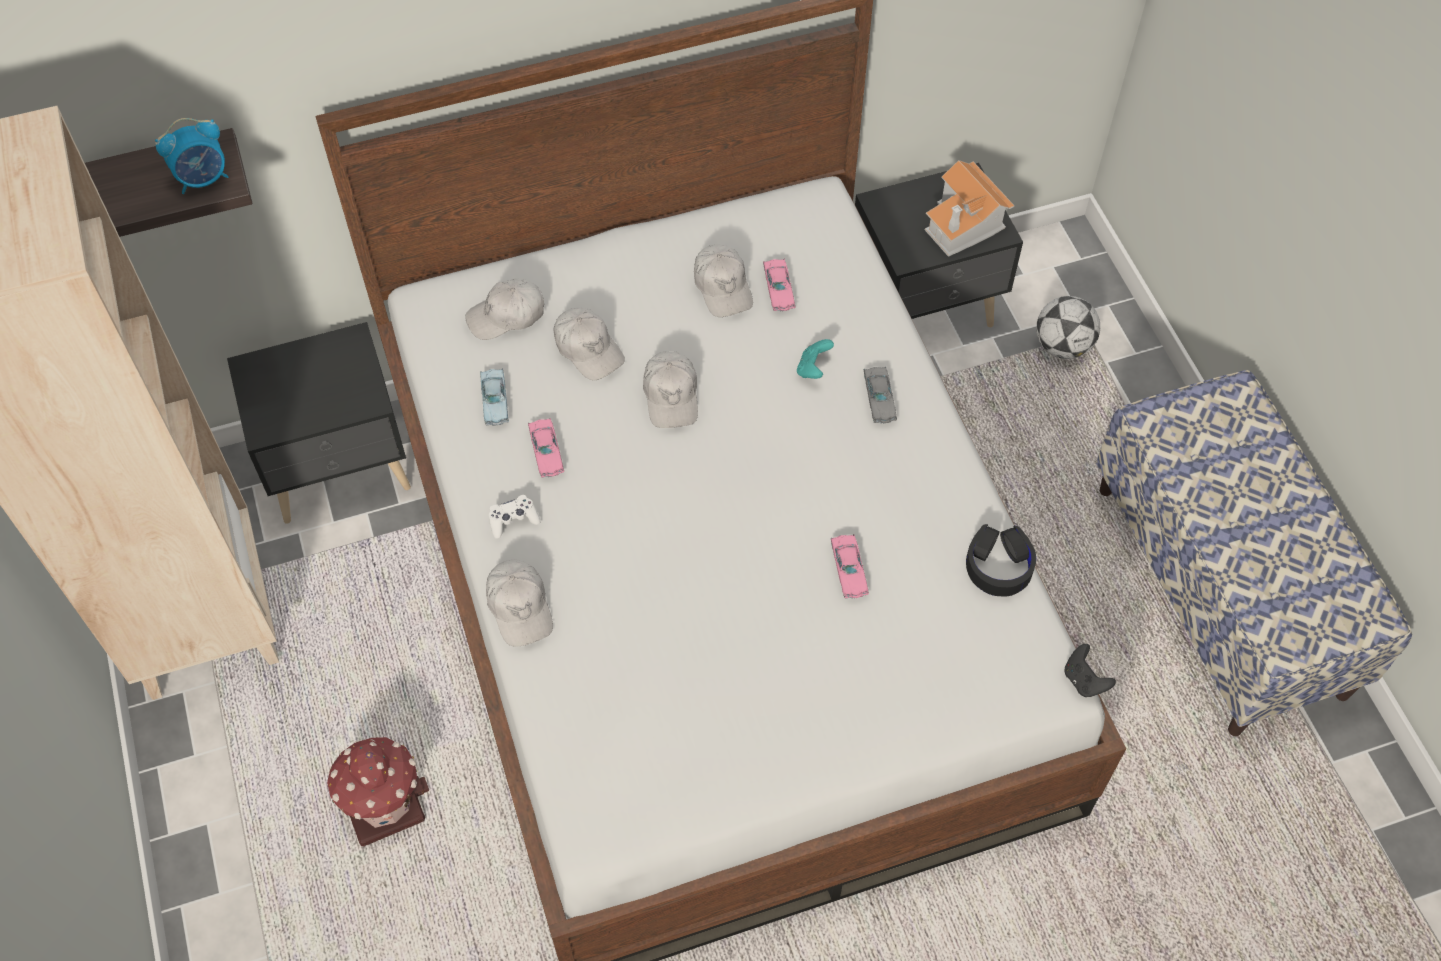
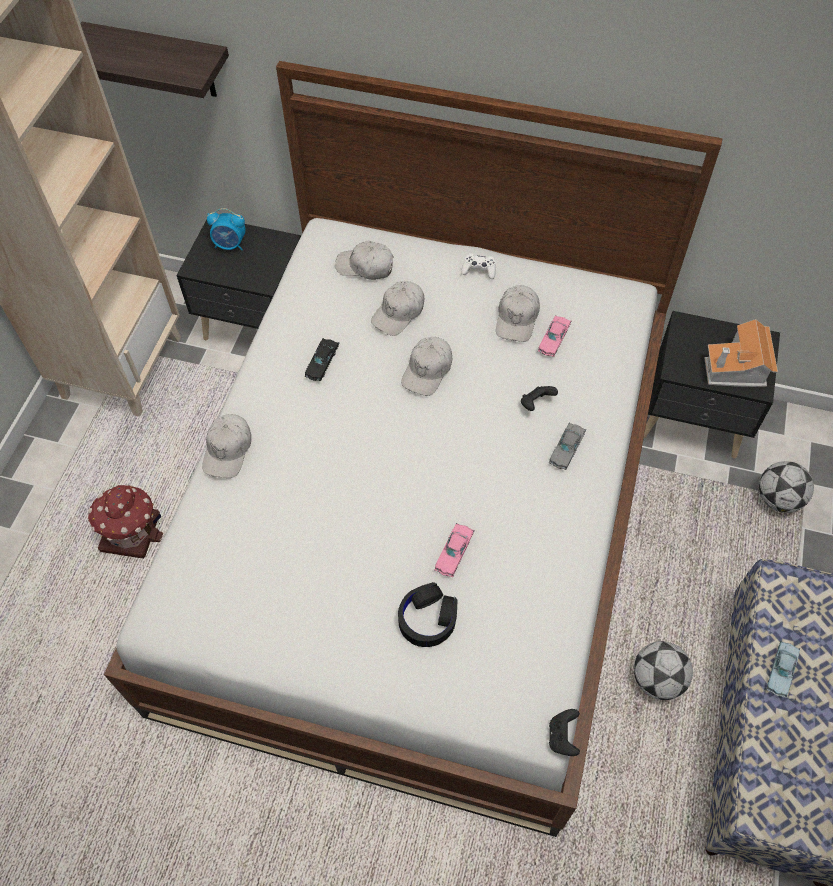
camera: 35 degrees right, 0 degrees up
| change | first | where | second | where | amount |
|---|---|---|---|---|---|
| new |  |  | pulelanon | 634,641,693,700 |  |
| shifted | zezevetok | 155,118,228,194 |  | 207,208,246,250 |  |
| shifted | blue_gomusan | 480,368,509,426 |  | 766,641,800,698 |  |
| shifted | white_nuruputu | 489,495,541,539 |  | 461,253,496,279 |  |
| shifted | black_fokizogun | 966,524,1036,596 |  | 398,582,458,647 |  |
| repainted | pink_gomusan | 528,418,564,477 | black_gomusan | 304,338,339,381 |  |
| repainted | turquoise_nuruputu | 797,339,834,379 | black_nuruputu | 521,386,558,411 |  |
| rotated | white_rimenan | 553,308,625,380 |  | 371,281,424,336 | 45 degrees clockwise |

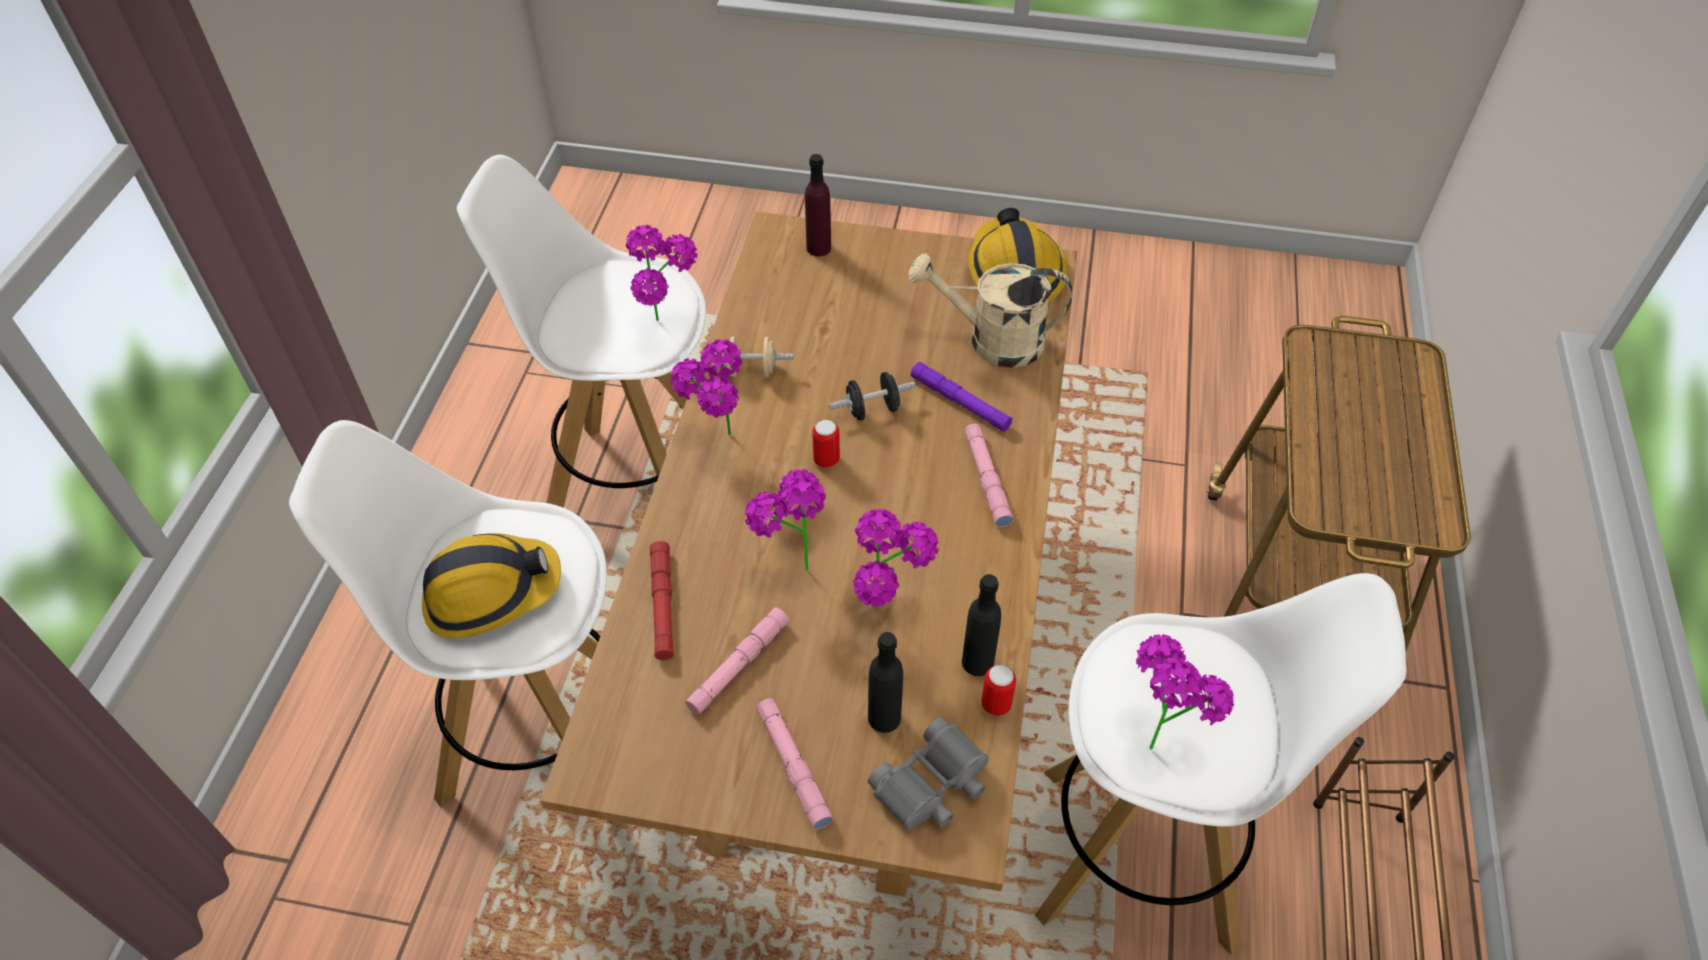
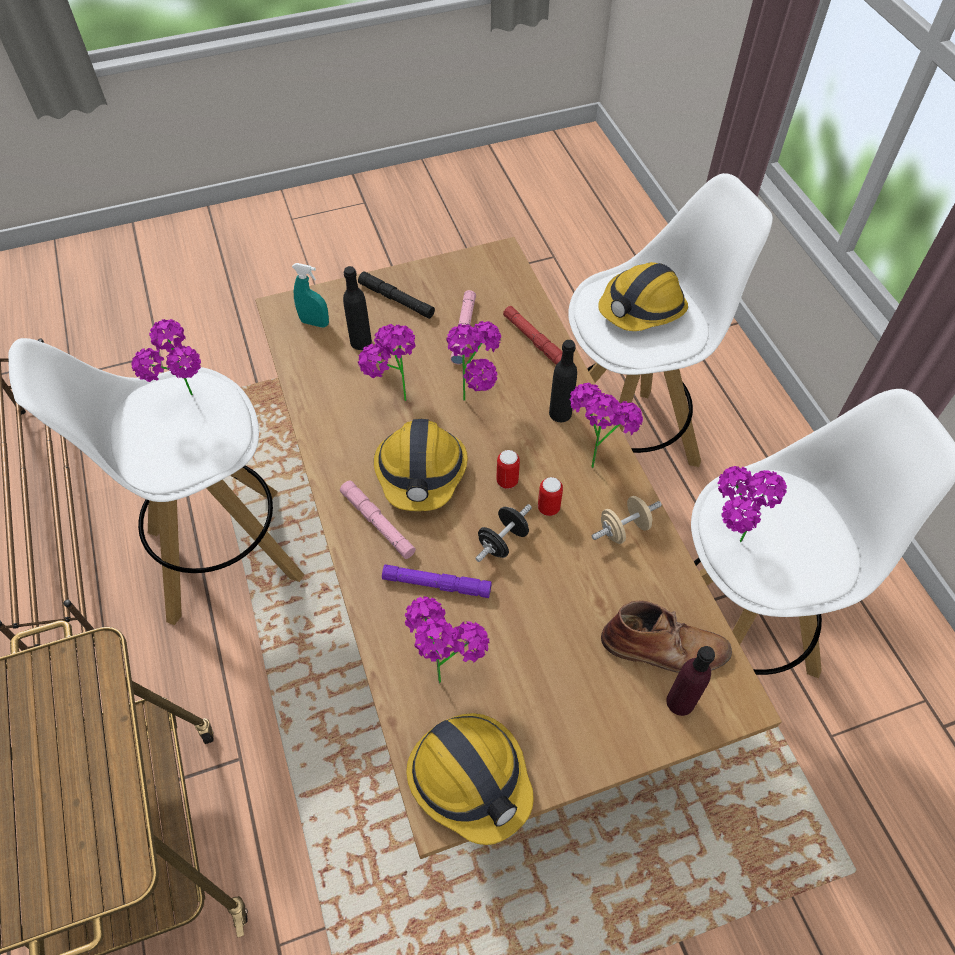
camera: 150 degrees right, 5 degrees up
| change | first | where | second | where | amount |
|---|---|---|---|---|---|
| new |  |  | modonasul | 374,419,468,511 |  |
| new |  |  | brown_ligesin | 601,601,732,673 |  |
| shifted | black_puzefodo | 962,574,1001,676 |  | 549,340,577,422 |  |
| shifted | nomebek | 981,665,1016,716 |  | 538,477,563,516 |  |
| swapped | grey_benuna | 868,717,989,830 | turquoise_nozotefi | 292,263,329,328 |  |
| swapped | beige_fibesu | 908,253,1072,368 | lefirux | 405,596,490,684 |  |
| repainted | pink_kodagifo | 757,698,833,830 | black_kodagifo | 358,271,435,319 |  |

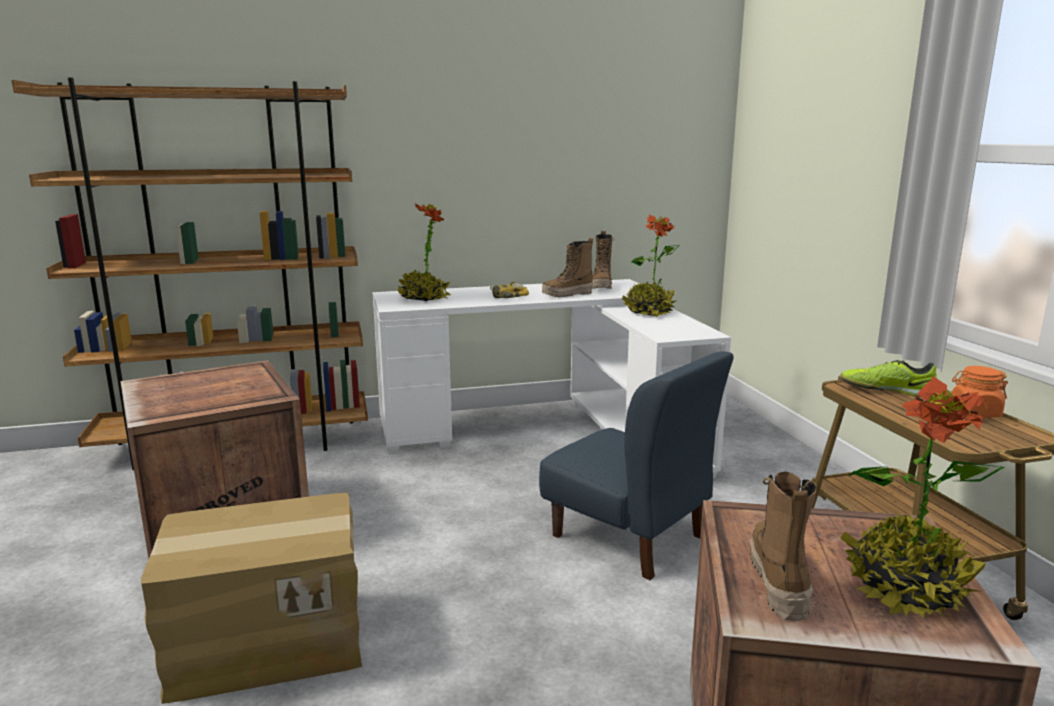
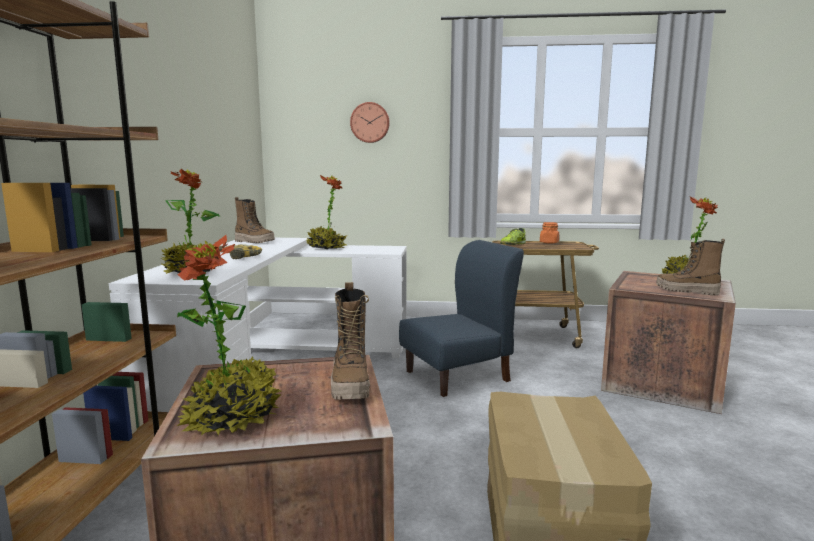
camera: 70 degrees left, 5 degrees down
| change | first | where | second | where | amount |
|---|---|---|---|---|---|
| new |  |  | lefirux | 177,235,281,436 |  |
| new |  |  | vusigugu | 350,102,390,143 |  |
| shifted | ligesin | 542,238,593,297 |  | 331,282,370,400 |  |

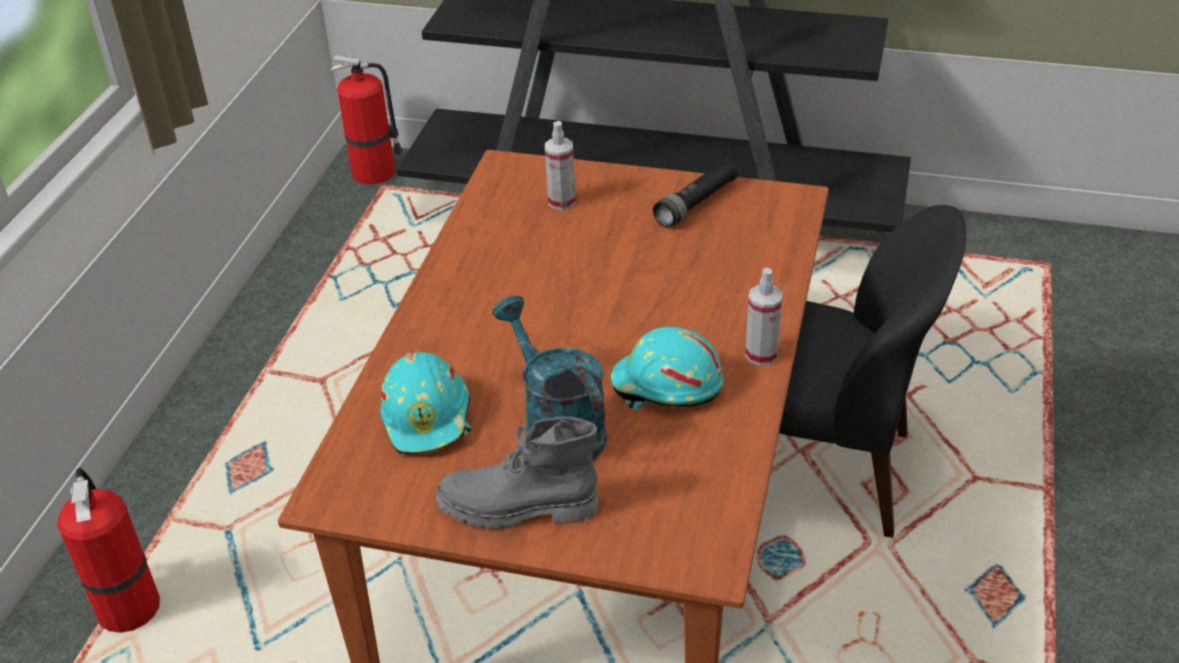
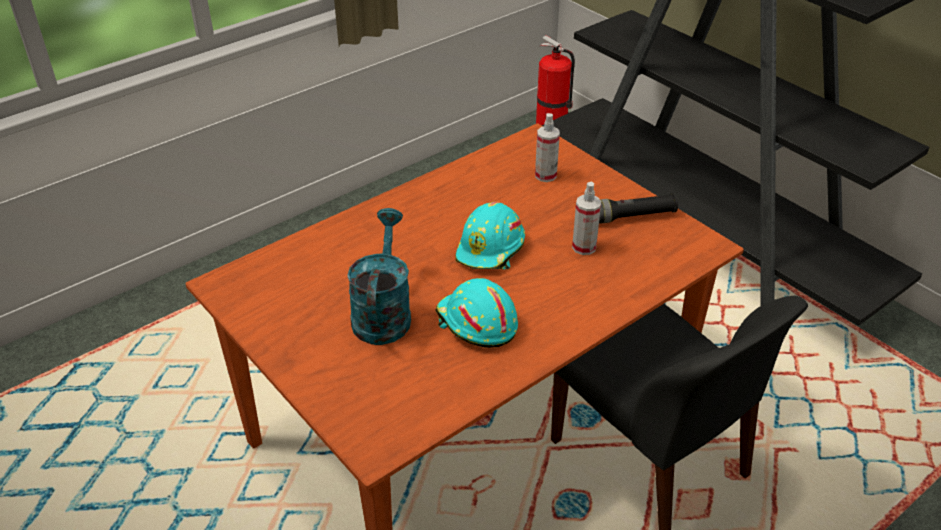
camera: 35 degrees right, 0 degrees up
| change | first | where | second | where | amount |
|---|---|---|---|---|---|
| gone | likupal | 57,468,160,633 |  |  |  |
| gone | grey_ligesin | 436,417,598,530 |  |  |  |
| shifted | turquoise_modonasul | 381,352,472,454 |  | 455,202,525,269 |  |
| shifted | nozotefi | 745,268,783,366 |  | 572,182,601,255 |  |

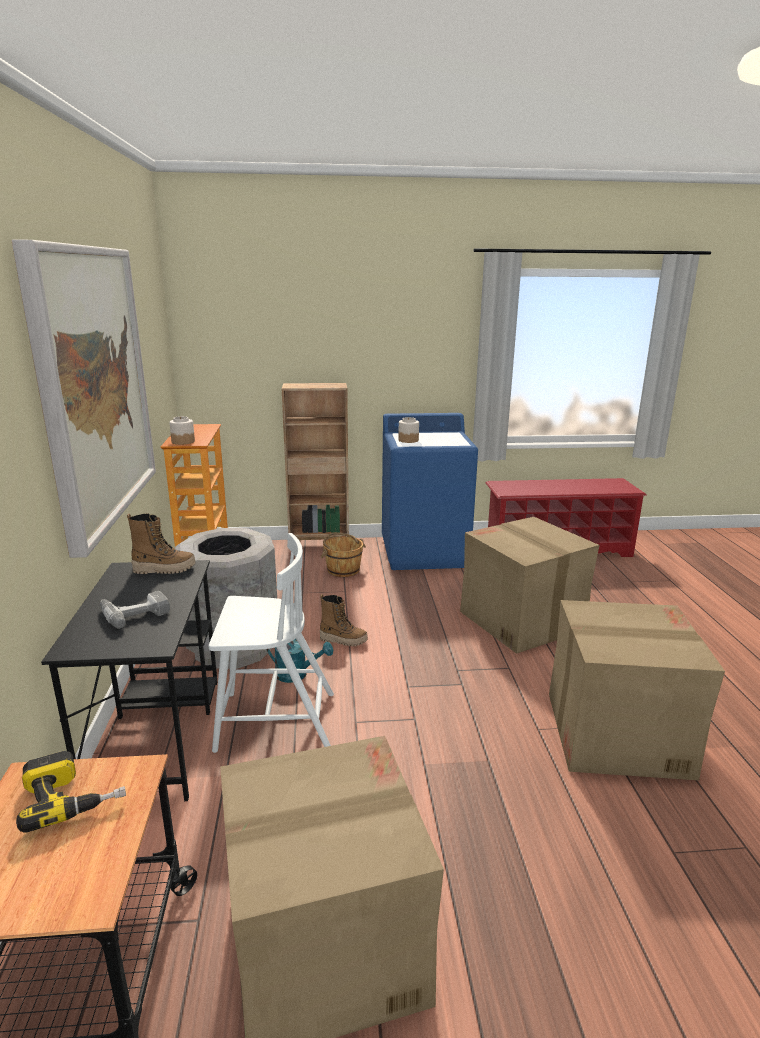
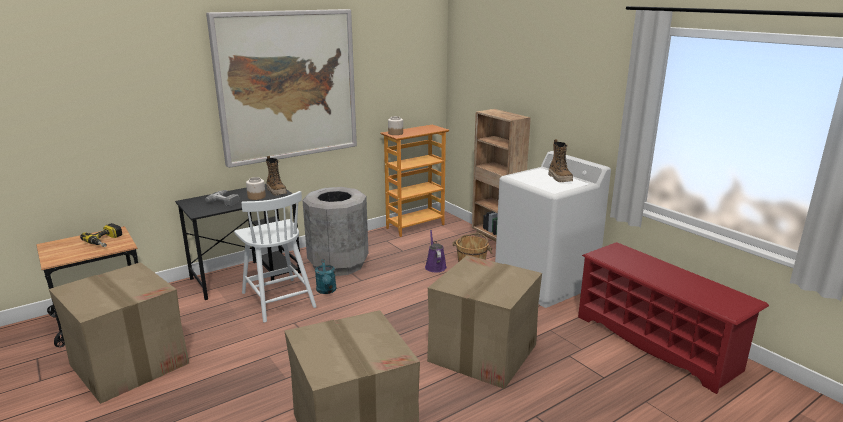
camera: 60 degrees right, 0 degrees up
| change | first | where | second | where | amount |
|---|---|---|---|---|---|
| new |  |  | purple_fibesu | 425,230,447,273 |  |
| shifted | ligesin | 320,594,368,646 |  | 548,139,573,182 |  |
| shifted | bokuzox | 398,417,419,443 |  | 246,177,266,200 |  |
| repainted | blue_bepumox | 382,413,478,570 | white_bepumox | 495,151,611,308 |  |

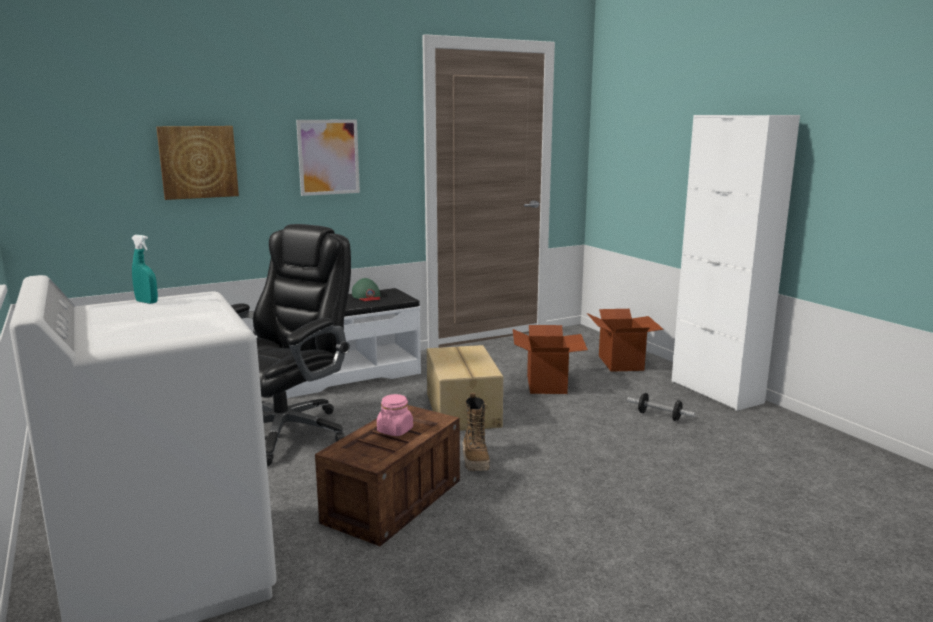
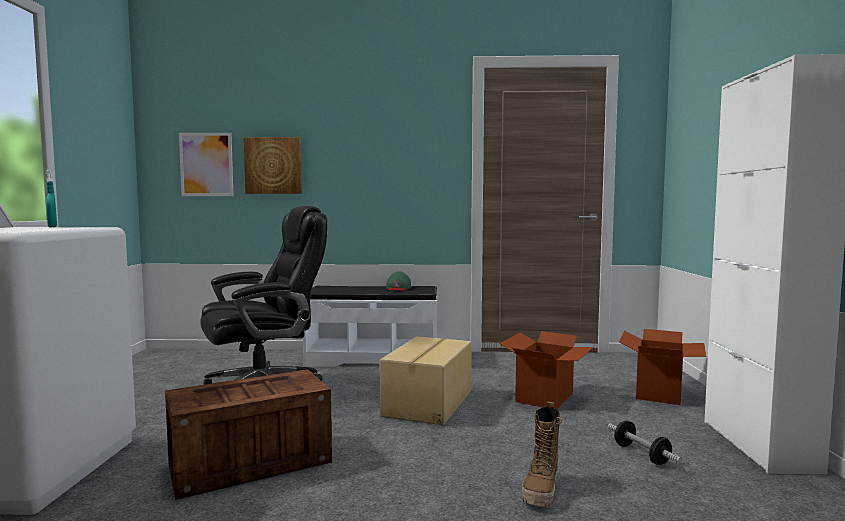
camera: 30 degrees right, 10 degrees down
| change | first | where | second | where | amount |
|---|---|---|---|---|---|
| gone | pink_bokuzox | 377,394,413,436 |  |  |  |
| shifted | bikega | 296,120,360,196 |  | 179,133,234,196 |  |
| shifted | ligesin | 463,393,490,471 |  | 522,402,562,507 |  |

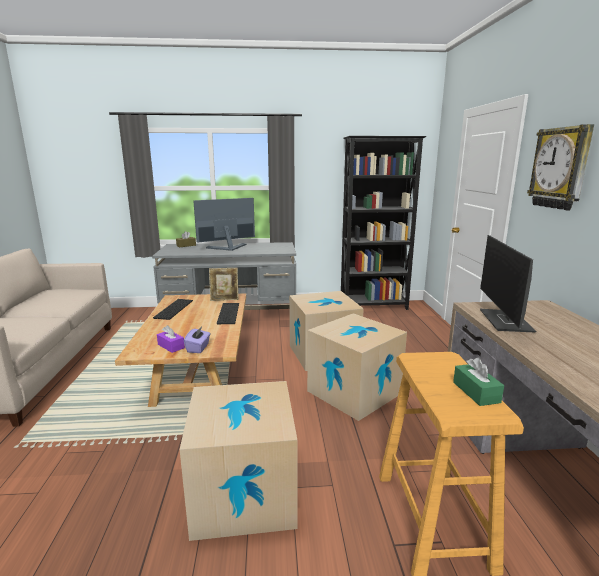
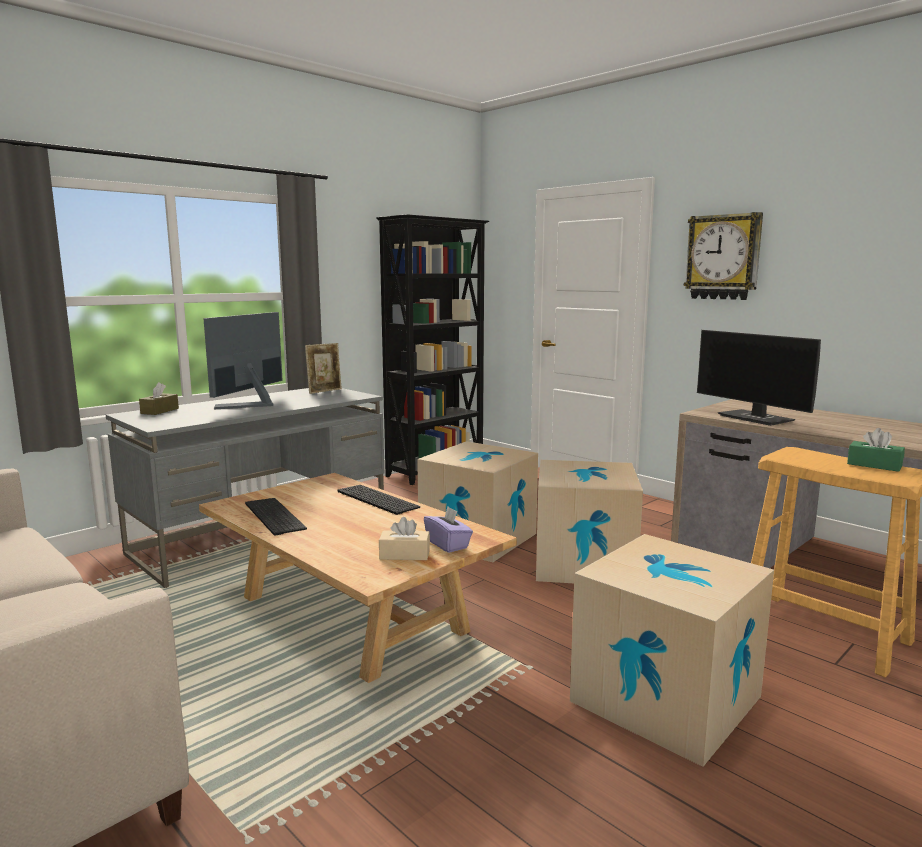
camera: 40 degrees left, 5 degrees down
| change | first | where | second | where | amount |
|---|---|---|---|---|---|
| shifted | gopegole | 209,268,239,301 |  | 305,343,342,394 |  |
| repainted | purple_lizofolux | 157,325,185,353 | beige_lizofolux | 379,517,430,560 |  |

